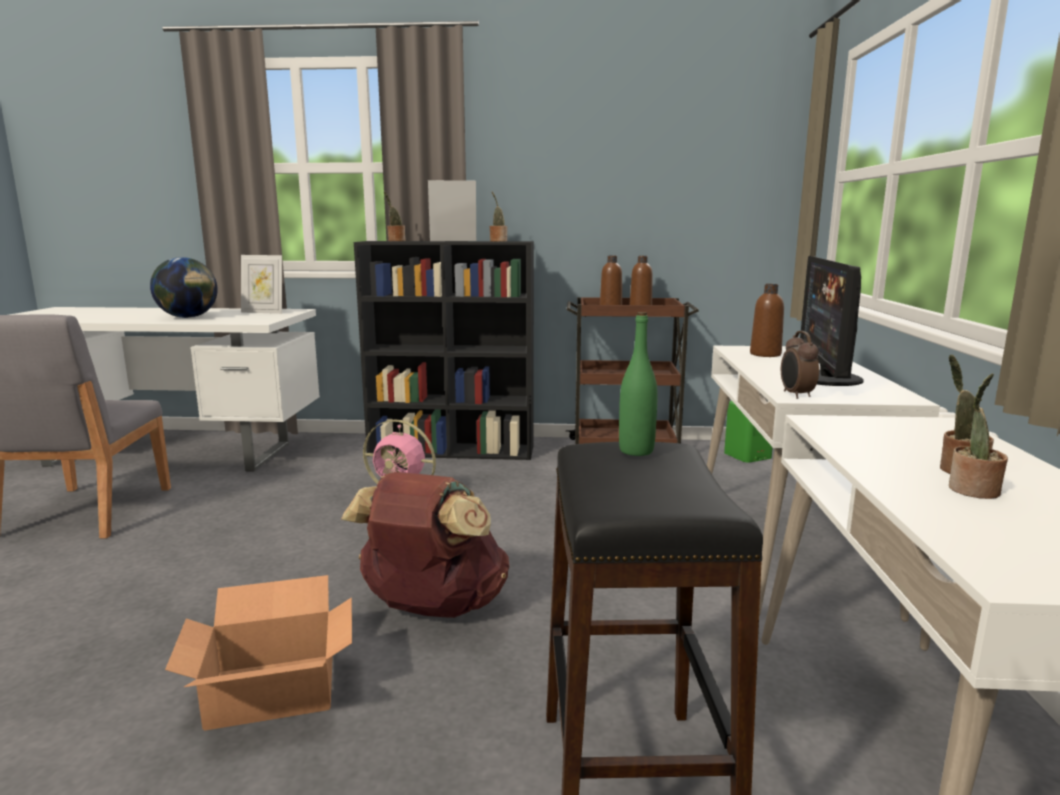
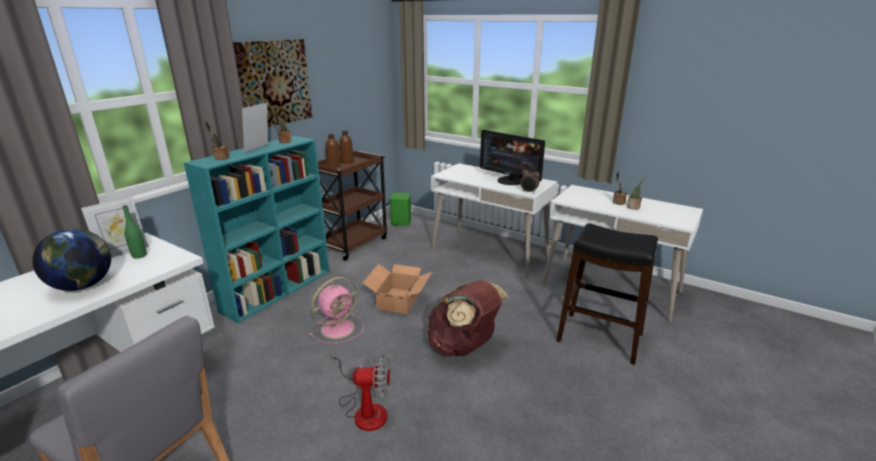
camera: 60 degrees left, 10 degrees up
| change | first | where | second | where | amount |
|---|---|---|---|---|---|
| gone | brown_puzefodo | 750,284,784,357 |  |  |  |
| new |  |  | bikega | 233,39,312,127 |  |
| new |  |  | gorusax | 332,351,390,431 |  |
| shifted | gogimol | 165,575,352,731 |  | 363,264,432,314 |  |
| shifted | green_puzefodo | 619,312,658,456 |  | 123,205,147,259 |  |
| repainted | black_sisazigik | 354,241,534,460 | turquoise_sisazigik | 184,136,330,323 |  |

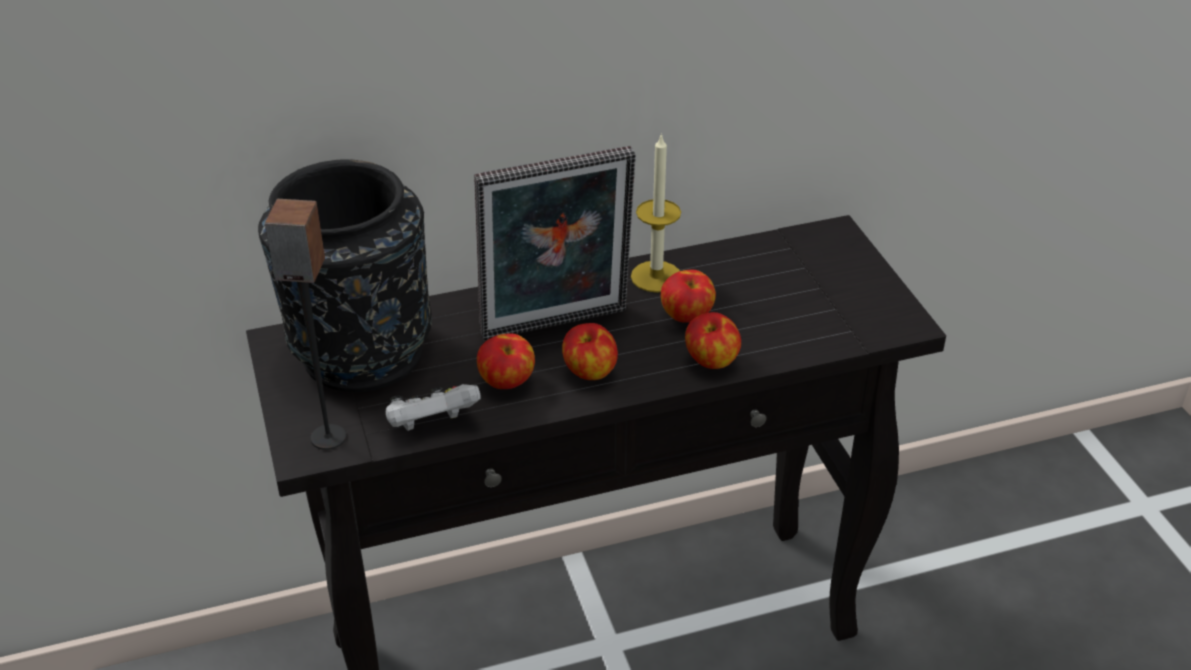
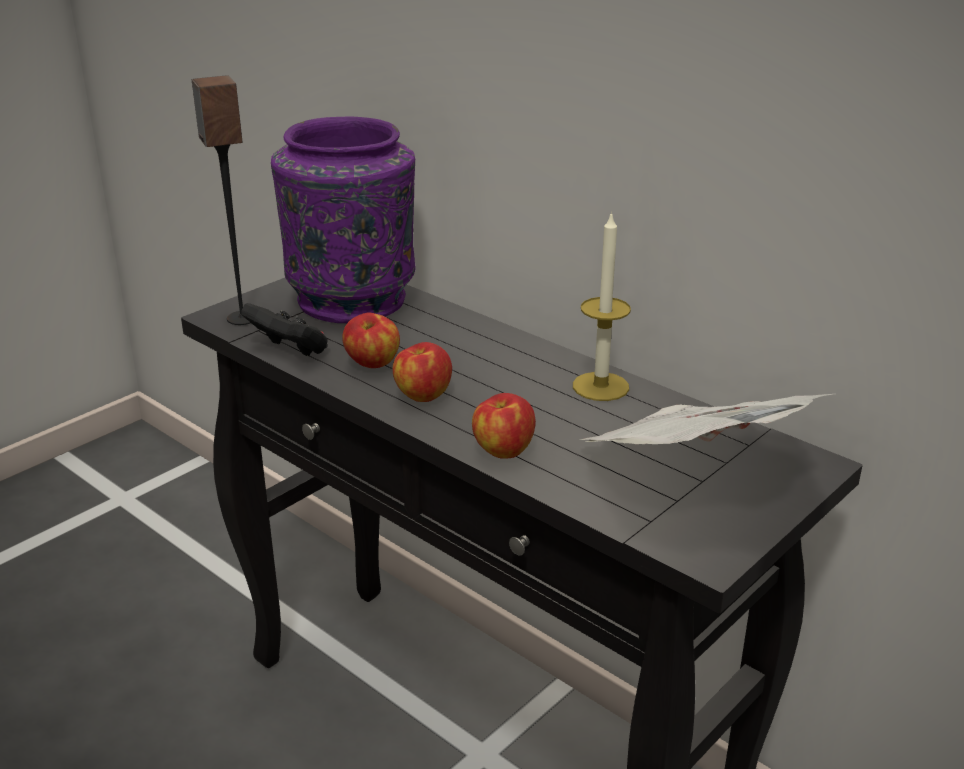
camera: 60 degrees right, 10 degrees down
| change | first | where | second | where | amount |
|---|---|---|---|---|---|
| gone | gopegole | 474,146,636,340 |  |  |  |
| gone | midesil | 660,270,716,322 |  |  |  |
| new |  |  | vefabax | 580,394,832,444 |  |
| repainted | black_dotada | 258,159,432,392 | purple_dotada | 271,116,415,323 |  |
| repainted | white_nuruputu | 386,384,481,431 | black_nuruputu | 241,303,328,356 |  |

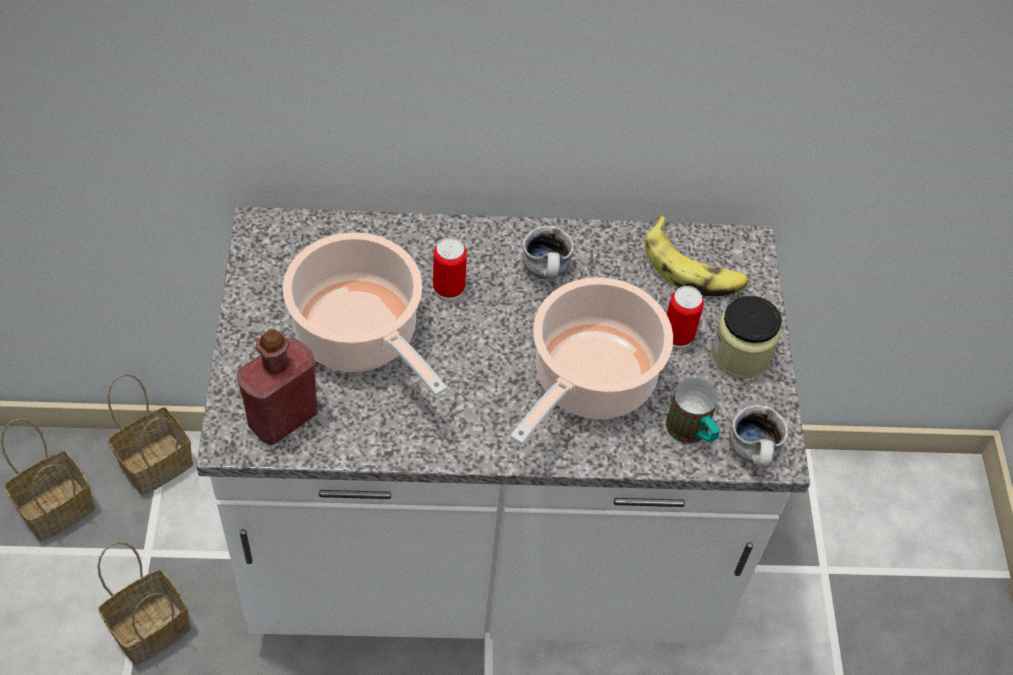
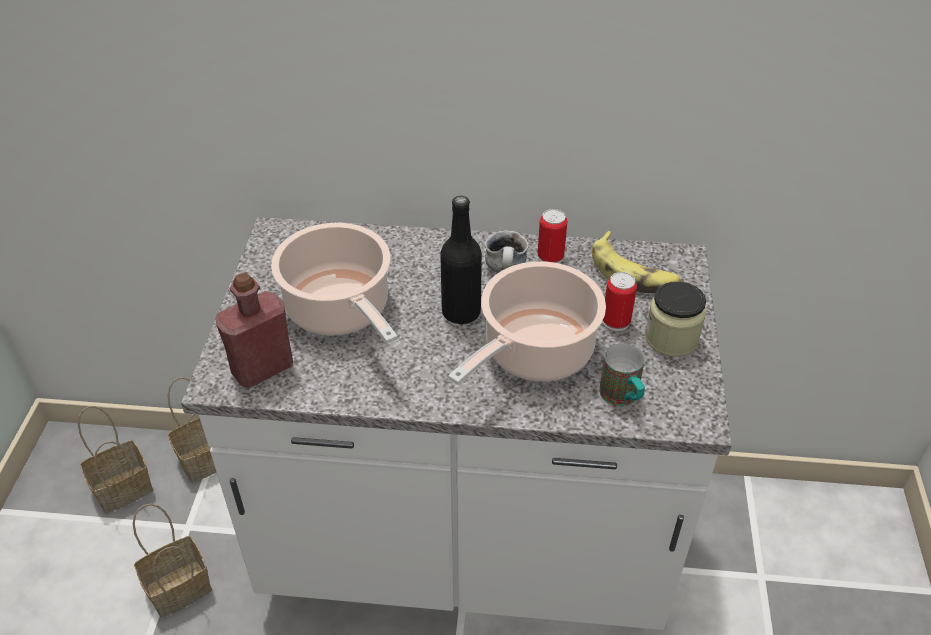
camera: 10 degrees right, 10 degrees down
| change | first | where | second | where | amount |
|---|---|---|---|---|---|
| gone | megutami | 729,405,788,468 |  |  |  |
| new |  |  | black_puzefodo | 440,196,482,324 |  |
| shifted | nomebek | 433,238,467,300 |  | 537,209,567,264 |  |

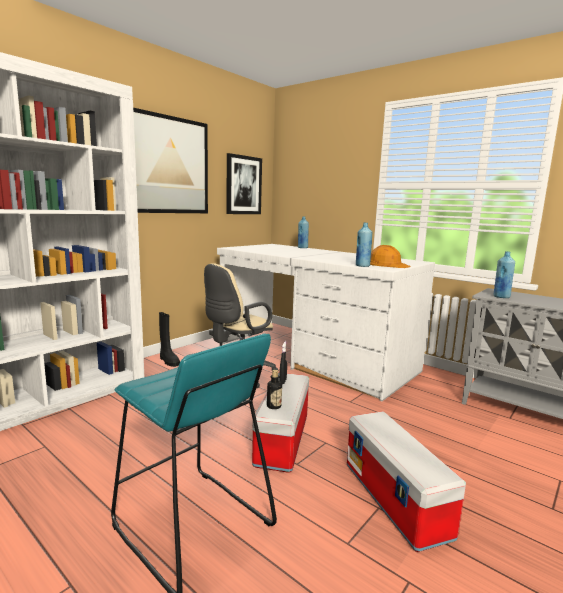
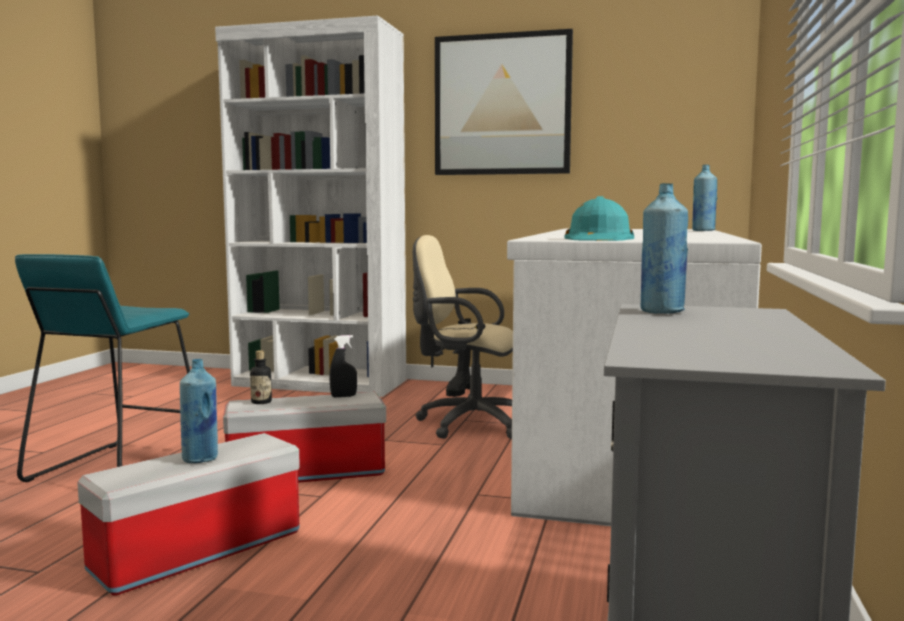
camera: 65 degrees right, 5 degrees down
| change | first | where | second | where | amount |
|---|---|---|---|---|---|
| gone | bikega | 226,153,262,214 |  |  |  |
| shifted | blue_puzefodo | 356,223,372,267 |  | 180,359,218,463 |  |
| repainted | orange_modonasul | 370,245,411,268 | turquoise_modonasul | 565,196,634,241 |  |

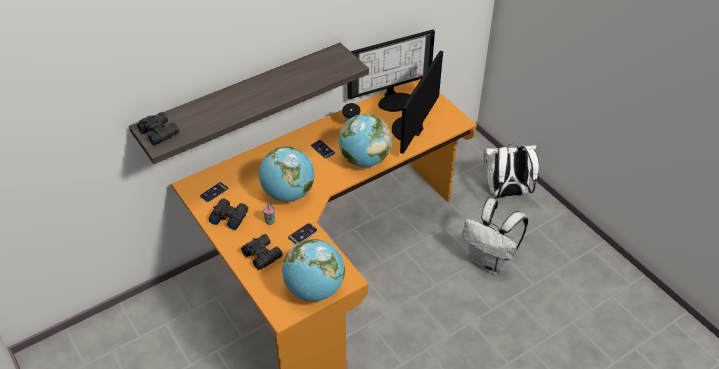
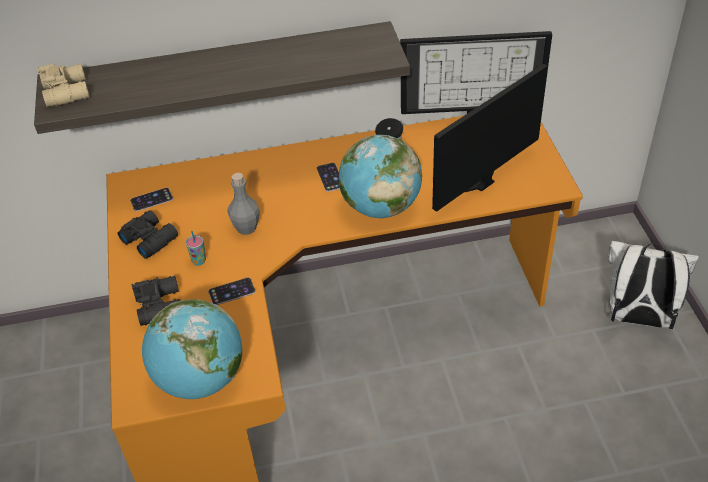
camera: 25 degrees right, 0 degrees up
| change | first | where | second | where | amount |
|---|---|---|---|---|---|
| gone | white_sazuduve | 462,198,528,275 |  |  |  |
| swapped | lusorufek | 259,146,314,202 | grey_puzefodo | 228,173,260,235 |  |
| repainted | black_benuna | 137,112,179,145 | beige_benuna | 37,64,89,107 |  |

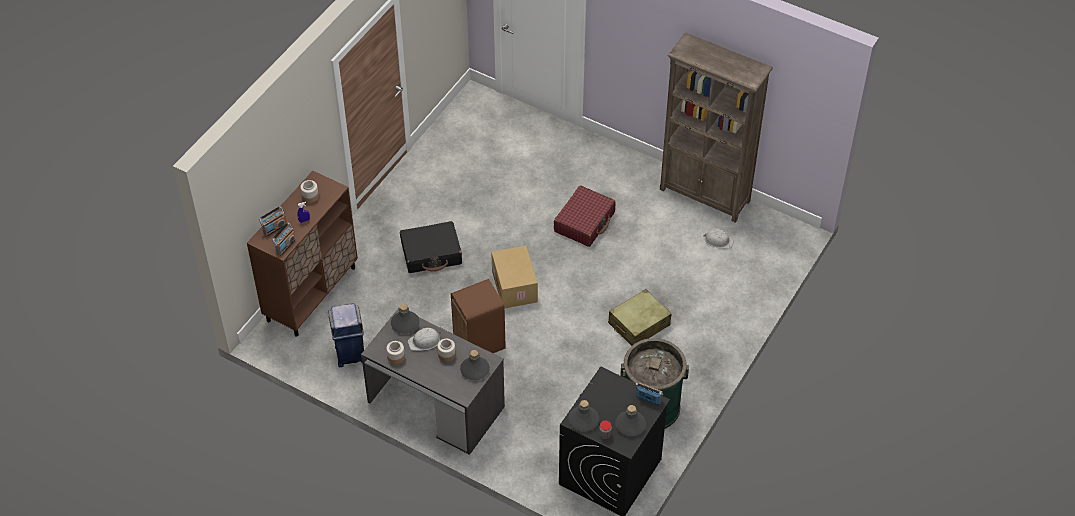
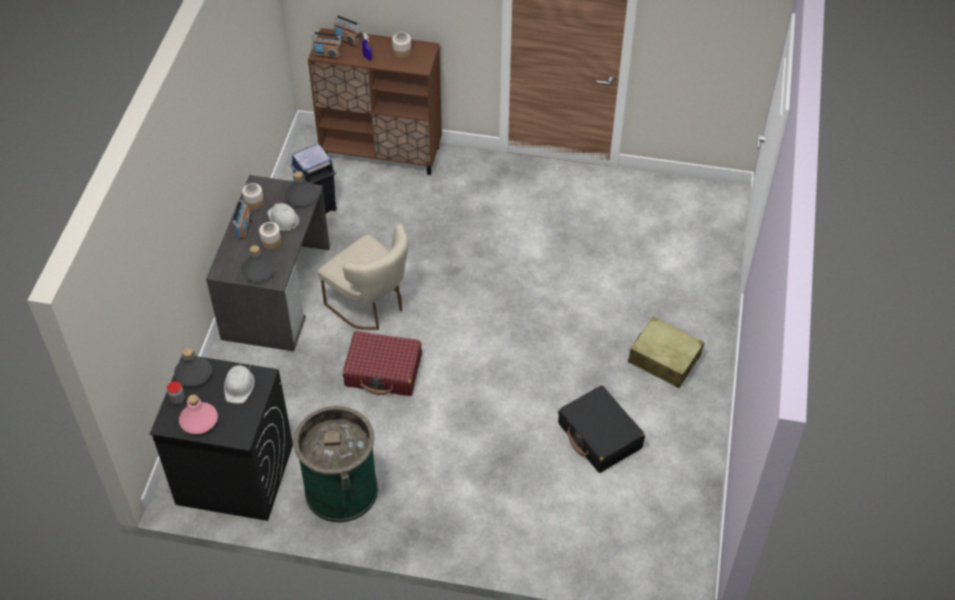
camera: 70 degrees right, 0 degrees up
| change | first | where | second | where | amount |
|---|---|---|---|---|---|
| gone | gogimol | 491,246,538,308 |  |  |  |
| gone | brown_sisazigik | 660,33,773,223 |  |  |  |
| shifted | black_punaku | 400,221,462,273 |  | 558,385,645,473 |  |
| shifted | red_punaku | 554,185,616,247 |  | 342,331,422,396 |  |
| shifted | beige_punaku | 608,289,672,346 |  | 628,316,704,388 |  |
| shifted | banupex | 635,382,663,405 |  | 233,200,251,239 |  |
| shifted | white_modonasul | 703,228,734,249 |  | 224,364,255,403 |  |
| swapped | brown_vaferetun | 451,279,506,353 | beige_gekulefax | 318,224,409,330 |  |
| repainted | grey_puzefodo | 615,405,646,436 | pink_puzefodo | 179,395,218,434 |  |

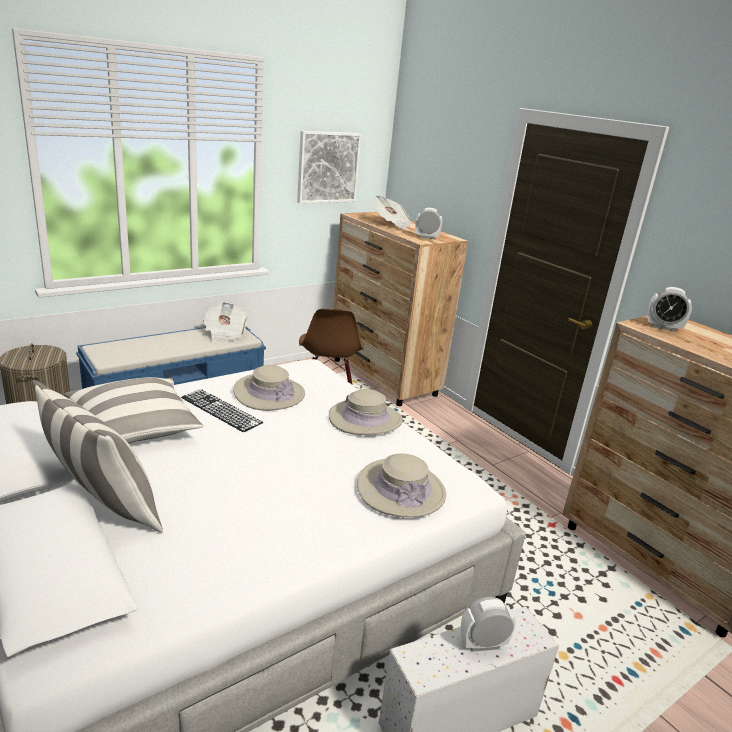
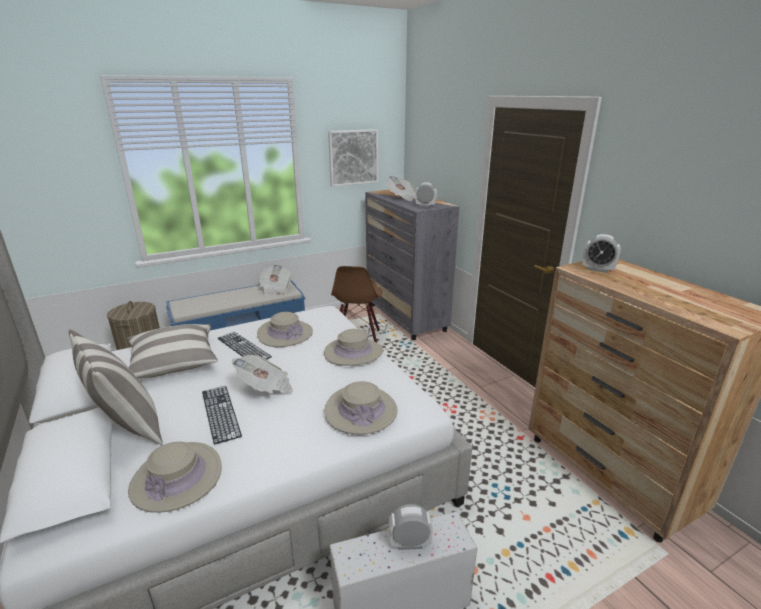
camera: 10 degrees right, 0 degrees up
| change | first | where | second | where | amount |
|---|---|---|---|---|---|
| new |  |  | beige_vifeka | 128,442,222,513 |  |
| new |  |  | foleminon | 202,386,242,445 |  |
| new |  |  | vefabax | 232,355,293,394 |  |
| repainted | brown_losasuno | 333,212,468,406 | grey_losasuno | 365,190,459,340 |  |

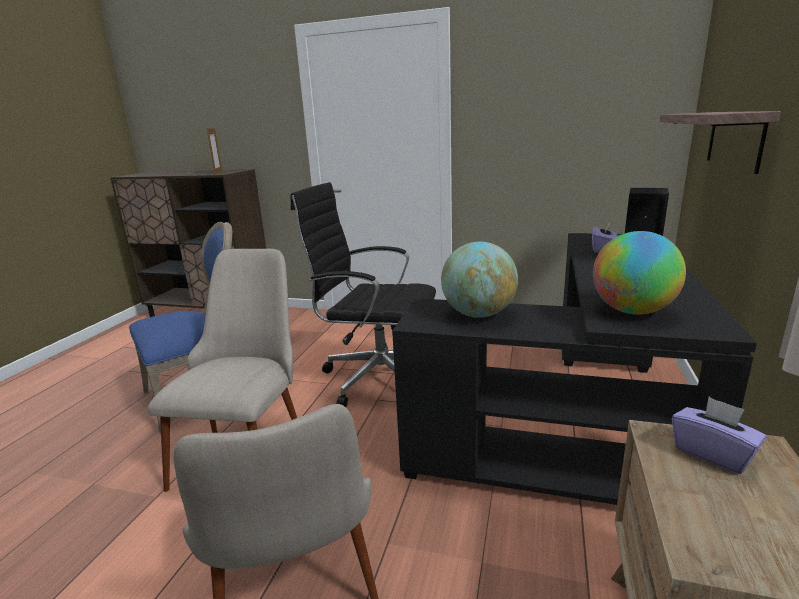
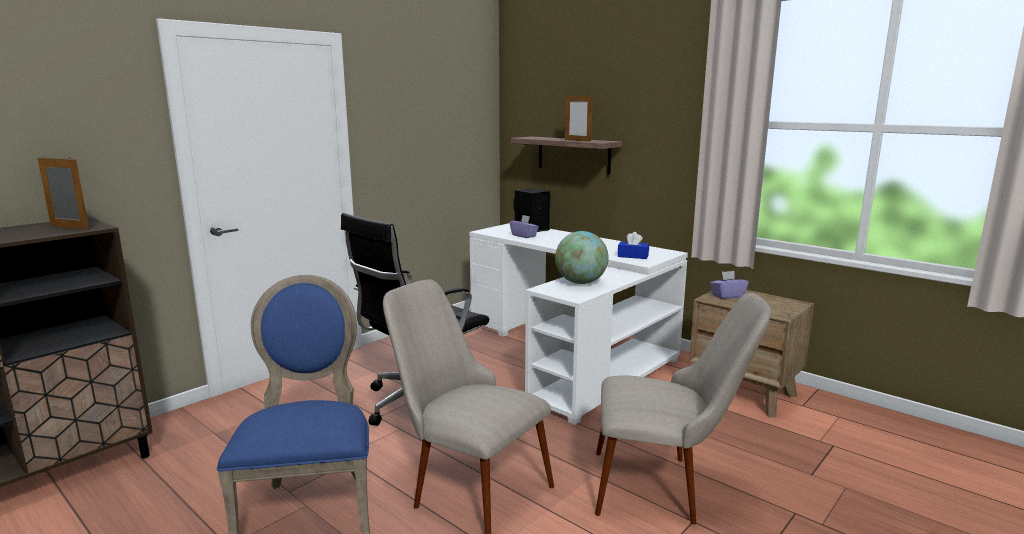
camera: 65 degrees left, 5 degrees down
| change | first | where | second | where | amount |
|---|---|---|---|---|---|
| new |  |  | gopegole | 565,94,593,142 |  |
| swapped | lusorufek | 593,231,686,315 | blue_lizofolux | 618,232,649,259 |  |
| repainted | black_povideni | 392,233,757,505 | white_povideni | 469,223,688,425 |  |

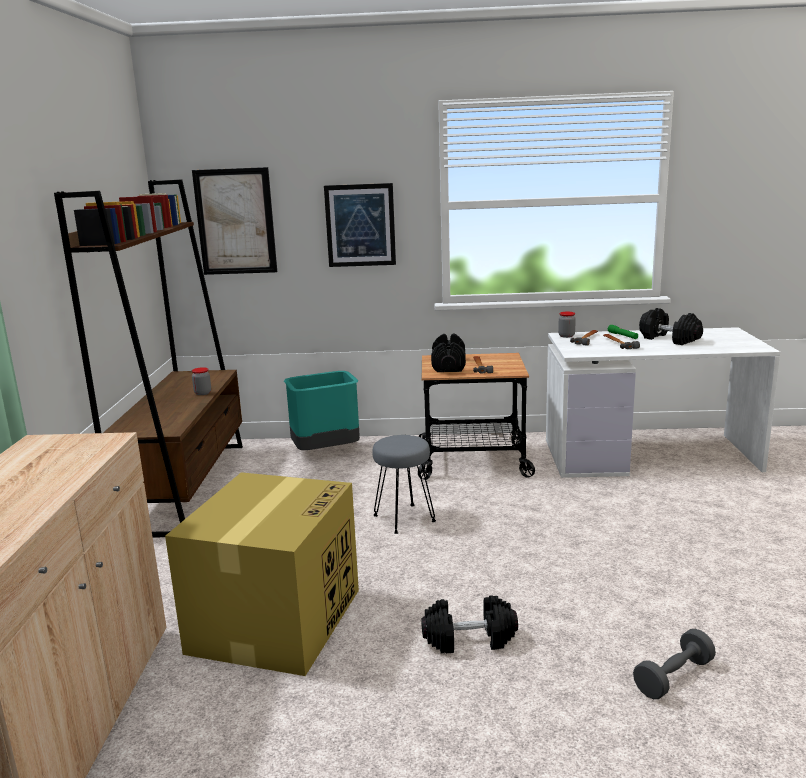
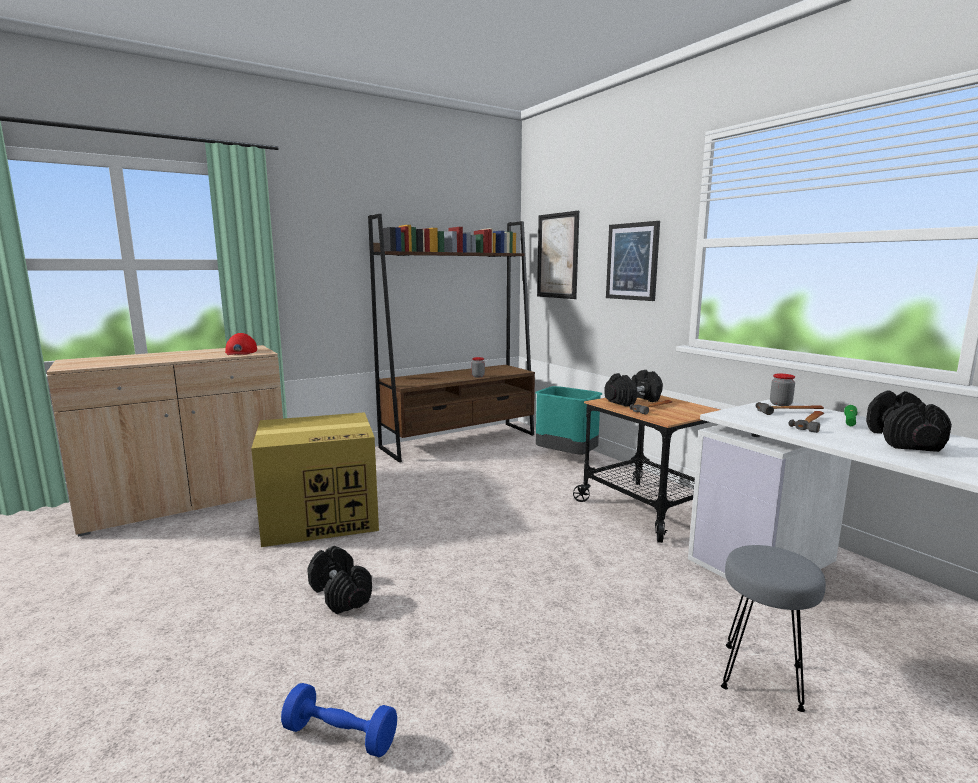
camera: 55 degrees right, 5 degrees down
| change | first | where | second | where | amount |
|---|---|---|---|---|---|
| new |  |  | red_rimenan | 225,333,257,355 |  |
| shifted | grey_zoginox | 372,435,436,534 |  | 721,545,826,712 |  |
| repainted | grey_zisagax | 633,629,716,699 | blue_zisagax | 281,683,397,757 |  |

